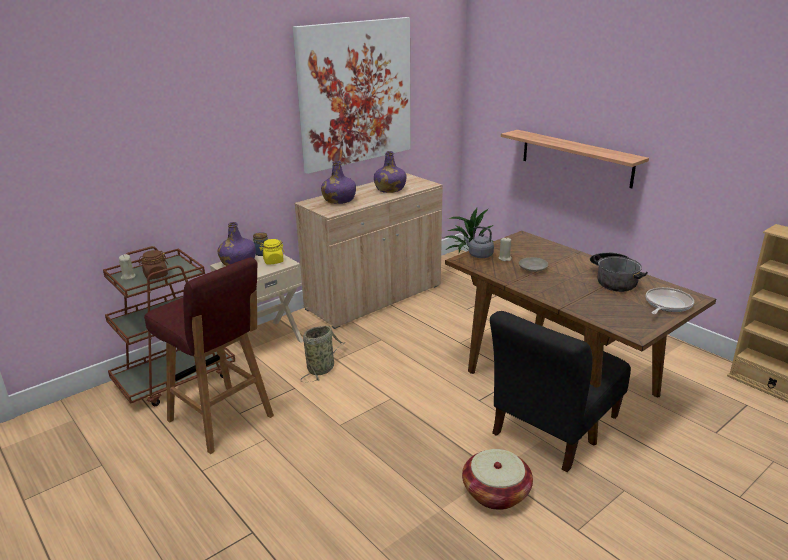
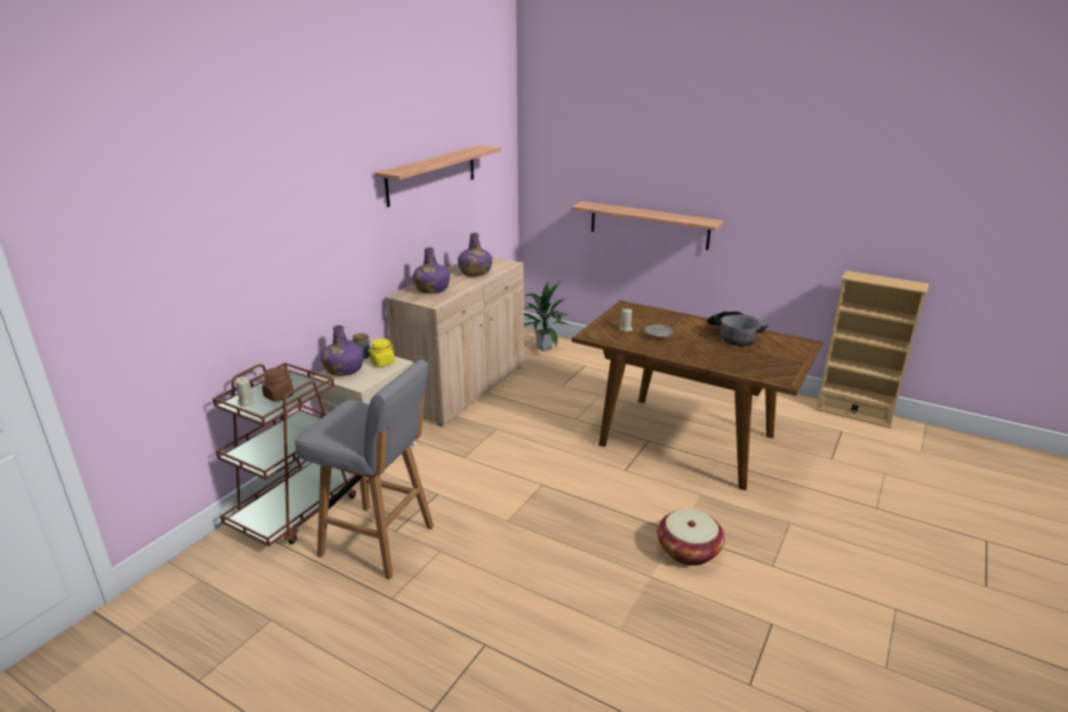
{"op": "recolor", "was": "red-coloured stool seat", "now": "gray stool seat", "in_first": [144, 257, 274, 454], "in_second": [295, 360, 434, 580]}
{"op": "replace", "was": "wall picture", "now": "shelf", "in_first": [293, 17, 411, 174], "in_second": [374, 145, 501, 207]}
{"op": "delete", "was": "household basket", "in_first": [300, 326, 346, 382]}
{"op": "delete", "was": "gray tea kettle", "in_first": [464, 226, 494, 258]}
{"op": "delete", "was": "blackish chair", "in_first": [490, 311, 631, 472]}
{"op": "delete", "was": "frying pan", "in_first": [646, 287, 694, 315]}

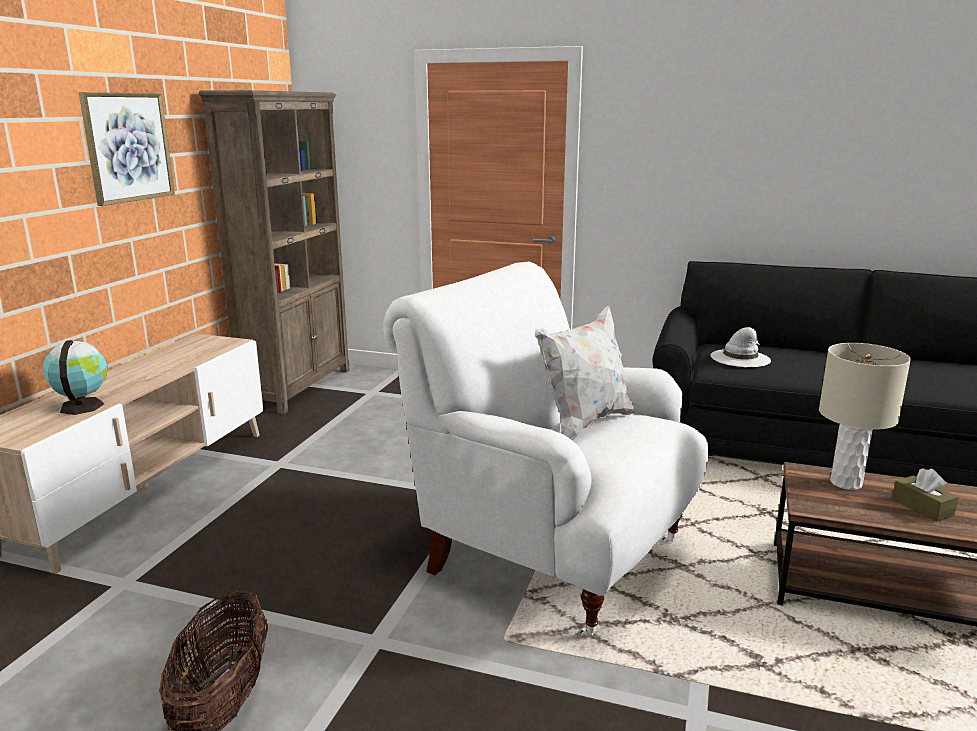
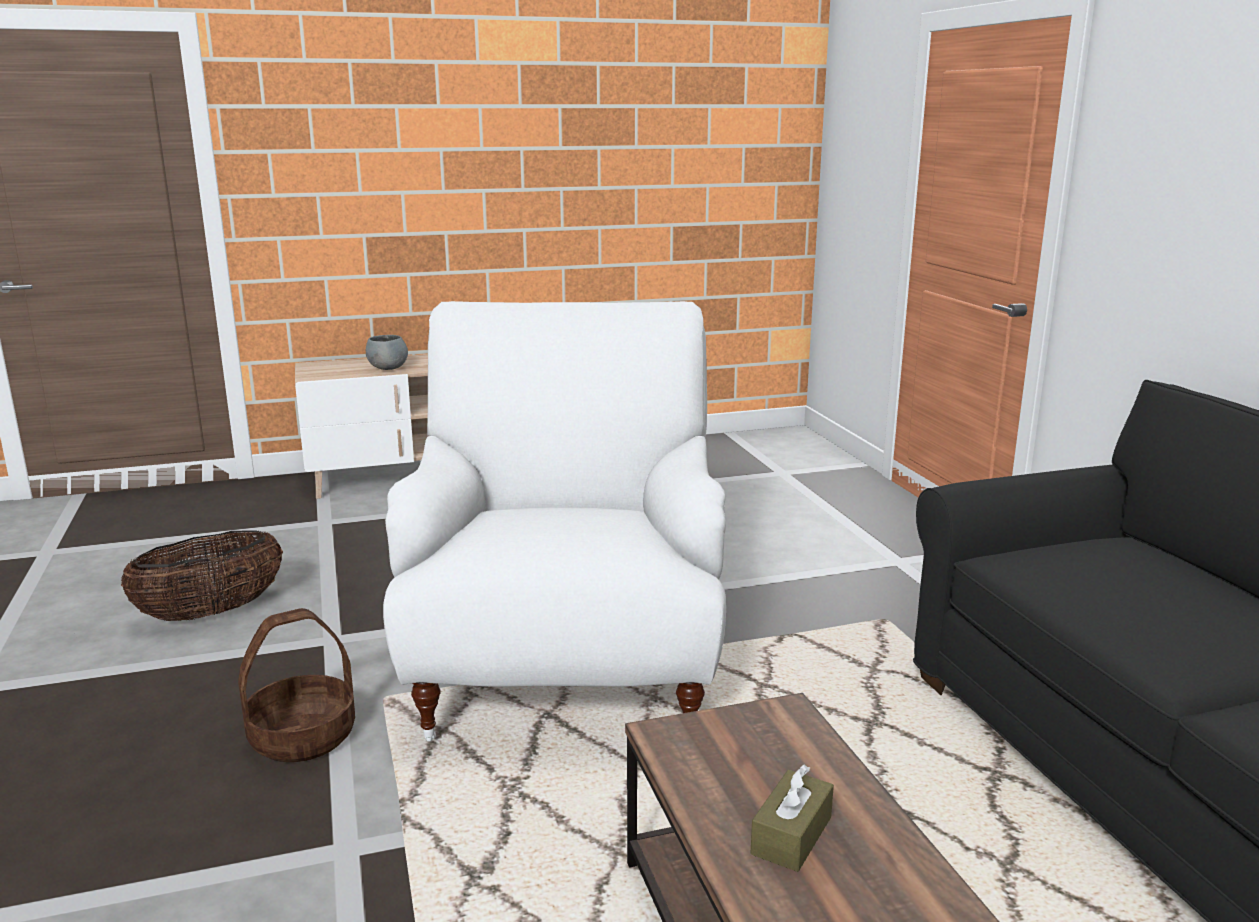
{"op": "insert", "now": "household basket", "in_second": [238, 608, 355, 762]}
{"op": "replace", "was": "desk globe", "now": "gray serving bowl", "in_first": [43, 340, 108, 415], "in_second": [366, 335, 408, 370]}
{"op": "delete", "was": "wall picture", "in_first": [79, 92, 175, 206]}
{"op": "delete", "was": "brown bookshelf", "in_first": [199, 90, 350, 414]}
{"op": "delete", "was": "whitish cushion", "in_first": [534, 306, 634, 441]}
{"op": "delete", "was": "whitish hat", "in_first": [710, 327, 771, 367]}
{"op": "delete", "was": "sand-coloured lamp for a table", "in_first": [819, 343, 911, 490]}

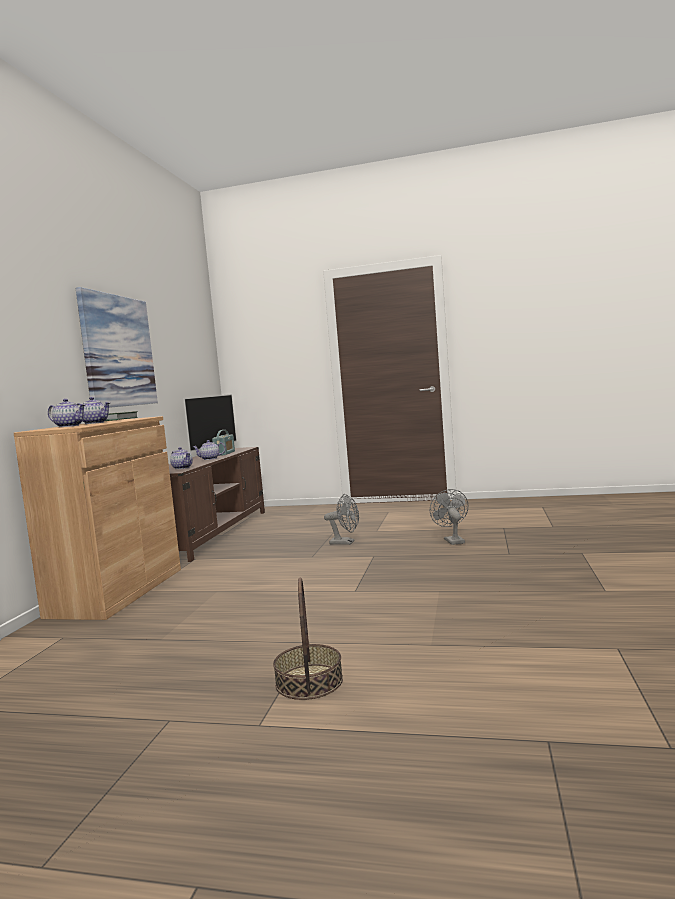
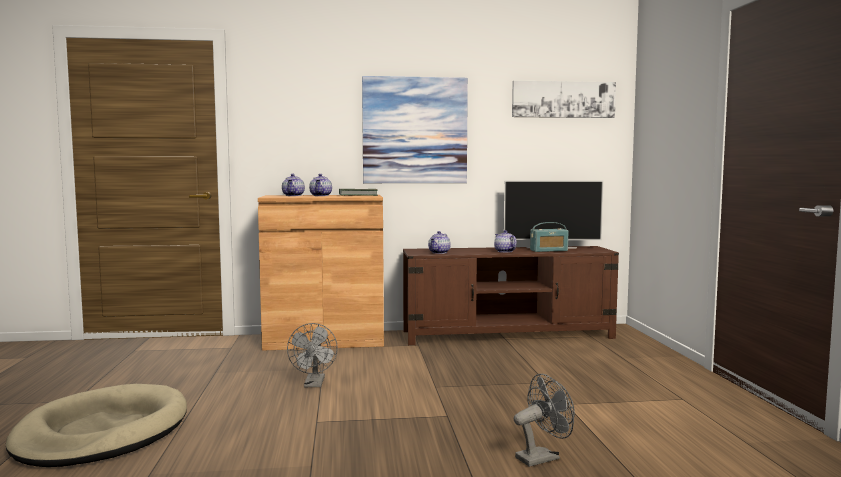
{"op": "replace", "was": "household basket", "now": "sand-coloured pet bed", "in_first": [273, 577, 343, 700], "in_second": [5, 384, 187, 467]}
{"op": "move", "was": "gray electric fan", "in_first": [324, 494, 359, 545], "in_second": [287, 323, 338, 387]}
{"op": "insert", "now": "wall picture", "in_second": [512, 81, 616, 118]}

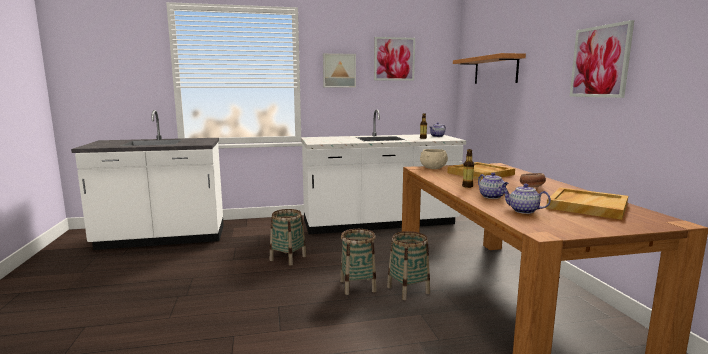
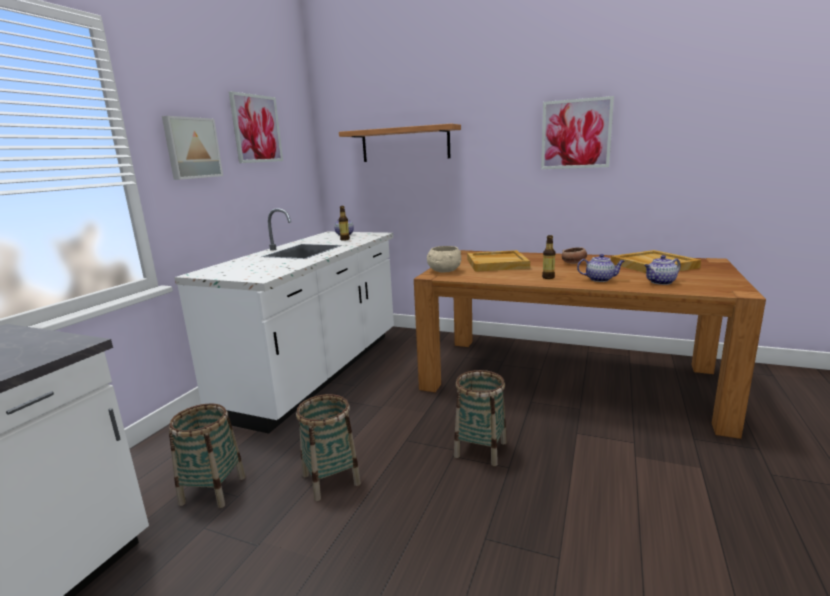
{"op": "move", "was": "household basket", "in_first": [387, 231, 430, 300], "in_second": [169, 403, 246, 508]}

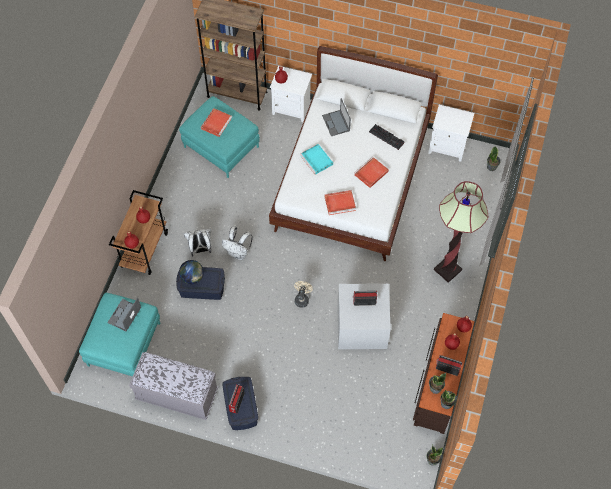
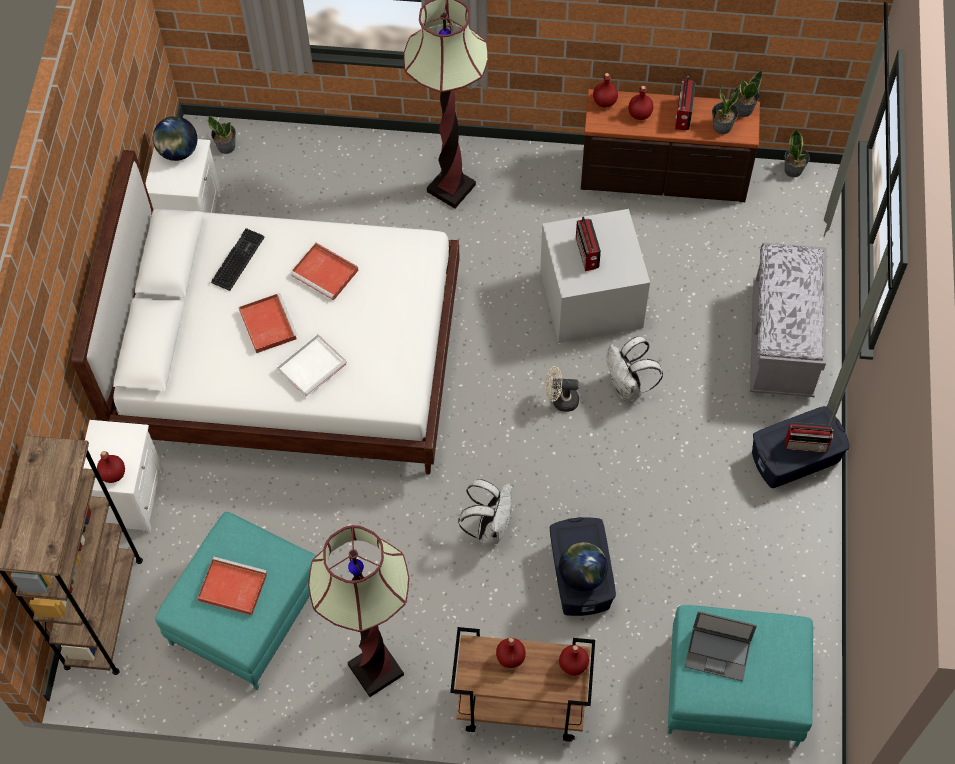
{"op": "insert", "now": "desk globe", "in_second": [153, 116, 197, 161]}
{"op": "move", "was": "red-coloured serving tray", "in_first": [324, 190, 356, 215], "in_second": [239, 293, 298, 353]}
{"op": "recolor", "was": "blue-green serving tray", "now": "whitish serving tray", "in_first": [300, 144, 333, 175], "in_second": [277, 334, 347, 397]}
{"op": "insert", "now": "standard lamp", "in_second": [308, 525, 409, 697]}
{"op": "move", "was": "whitish knapsack", "in_first": [184, 229, 212, 257], "in_second": [607, 336, 663, 401]}
{"op": "move", "was": "gray indoor bench", "in_first": [129, 352, 218, 420], "in_second": [750, 243, 827, 397]}
{"op": "delete", "was": "notebook computer", "in_first": [322, 98, 351, 136]}

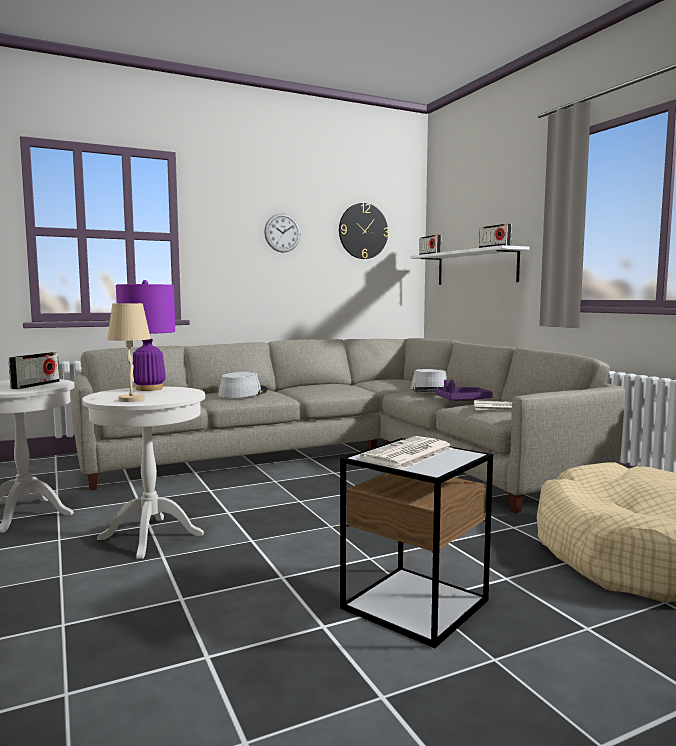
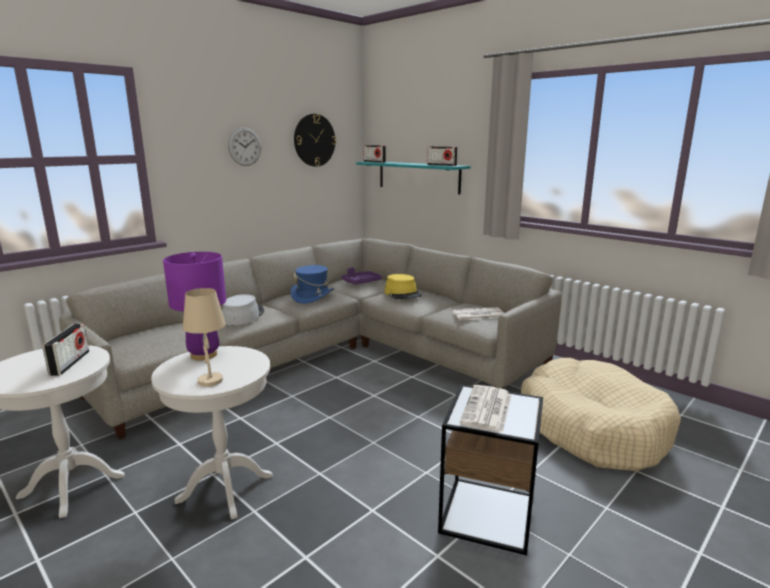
{"op": "insert", "now": "blue-coloured hat", "in_second": [290, 265, 334, 304]}
{"op": "move", "was": "purple serving tray", "in_first": [435, 380, 493, 401], "in_second": [342, 267, 382, 285]}
{"op": "recolor", "was": "whitish shelf", "now": "blue-green shelf", "in_first": [410, 245, 529, 285], "in_second": [356, 162, 470, 194]}
{"op": "recolor", "was": "gray hat", "now": "yellow-coloured hat", "in_first": [411, 369, 447, 392], "in_second": [384, 274, 422, 299]}

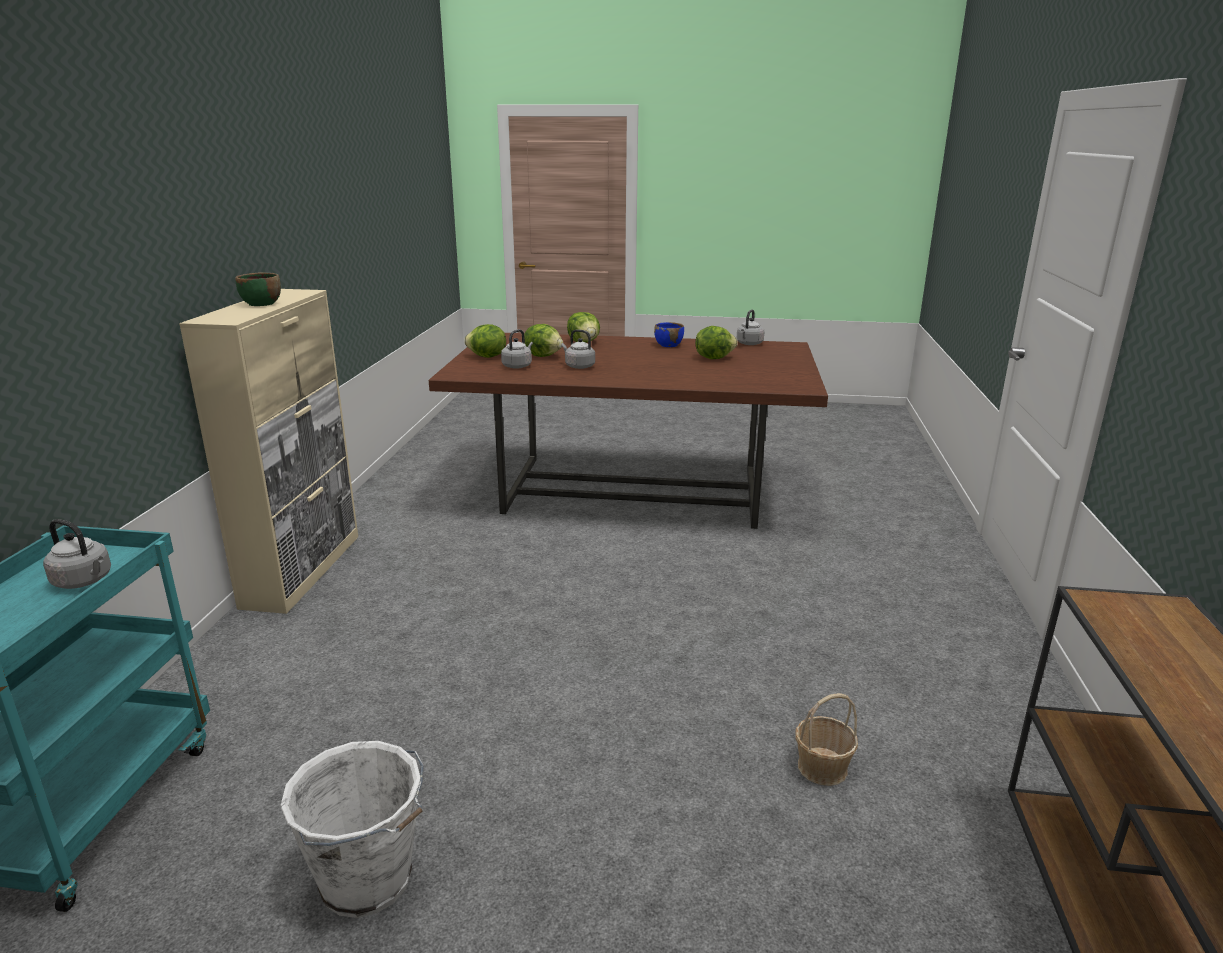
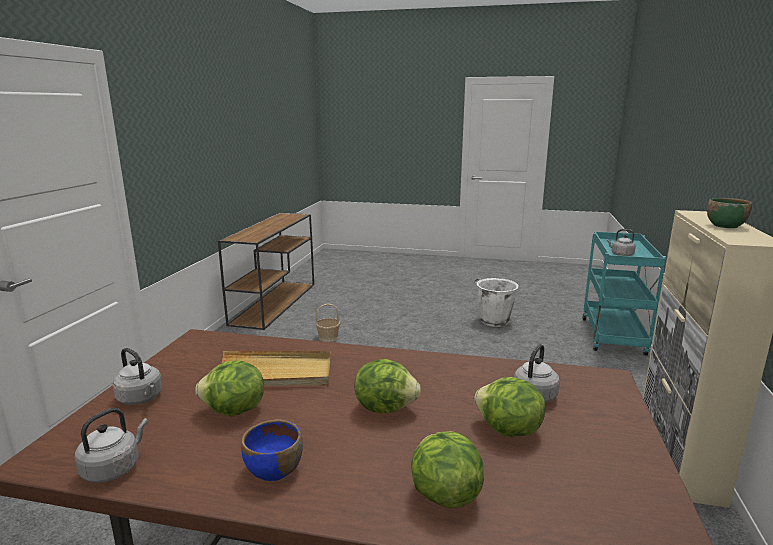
{"op": "move", "was": "gray tea kettle", "in_first": [561, 329, 595, 369], "in_second": [113, 348, 162, 405]}
{"op": "insert", "now": "sand-coloured serving tray", "in_second": [222, 351, 331, 385]}
{"op": "move", "was": "lettuce head", "in_first": [464, 324, 506, 358], "in_second": [355, 359, 421, 413]}

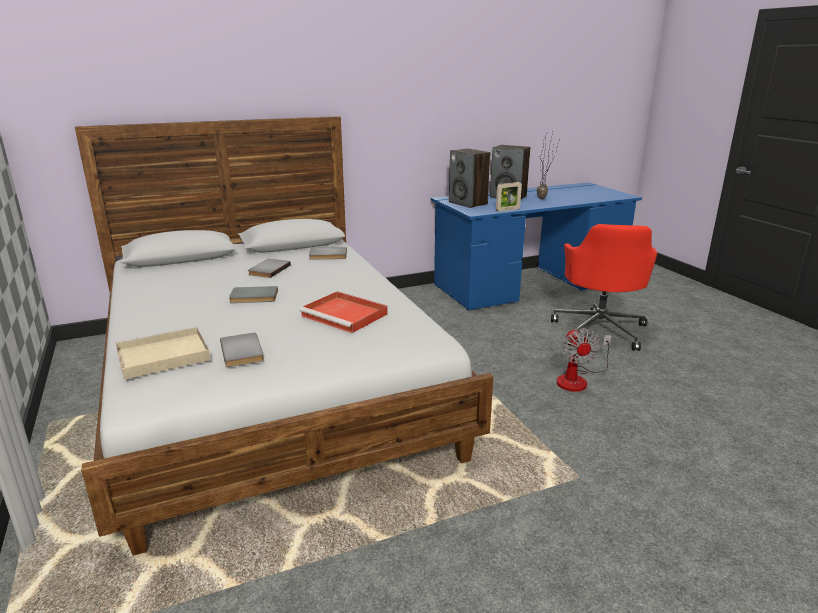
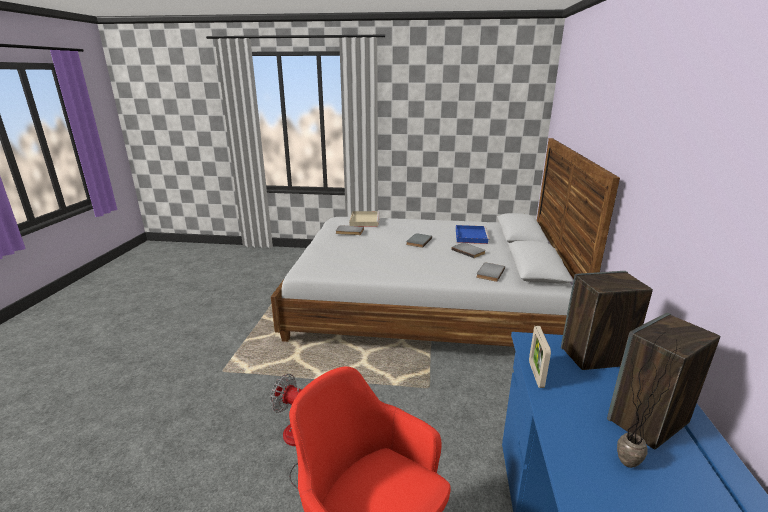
{"op": "insert", "now": "blue-coloured serving tray", "in_second": [456, 225, 490, 244]}
{"op": "delete", "was": "red-coloured serving tray", "in_first": [300, 291, 388, 333]}

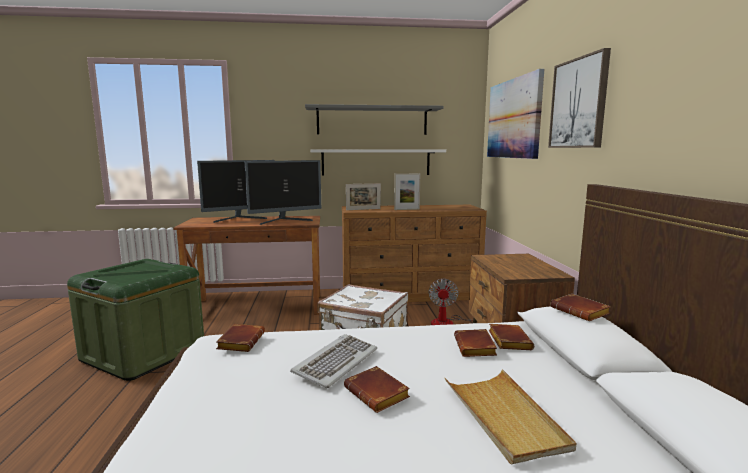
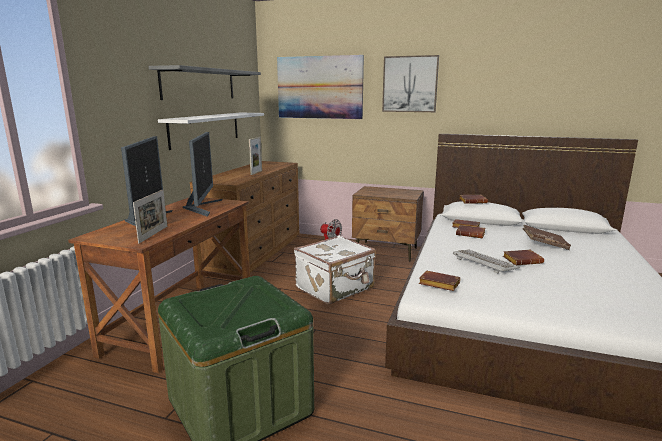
{"op": "move", "was": "standing frame", "in_first": [346, 183, 381, 210], "in_second": [133, 189, 167, 244]}
{"op": "replace", "was": "sand-coloured serving tray", "now": "brown bound book", "in_first": [445, 369, 576, 464], "in_second": [523, 225, 571, 250]}

